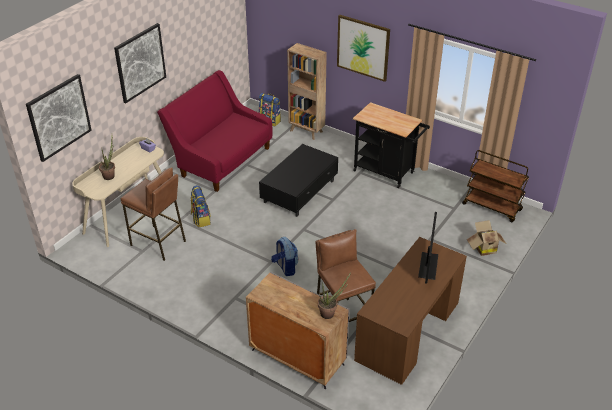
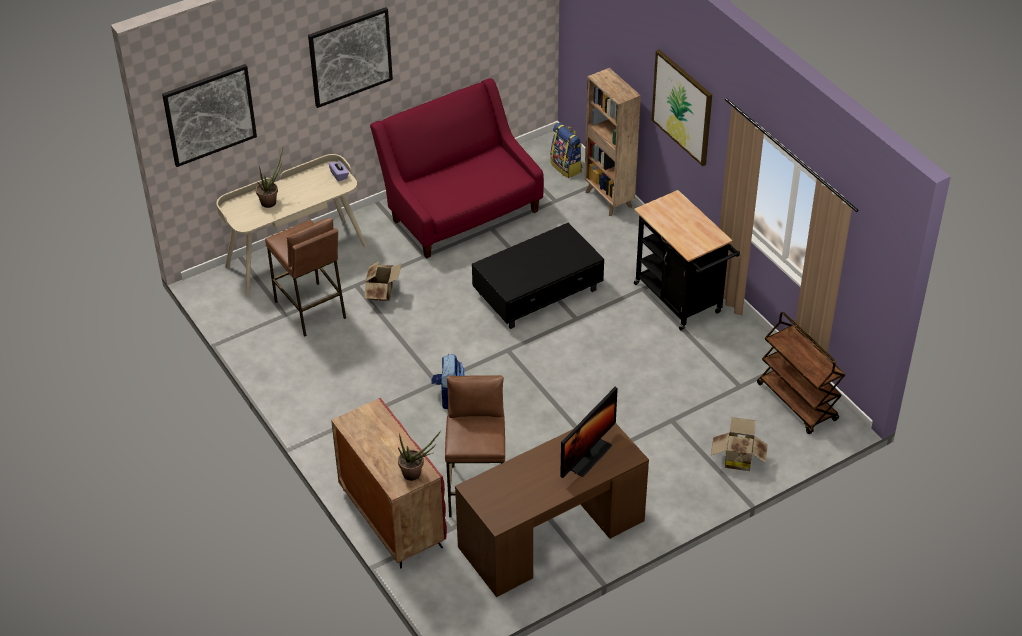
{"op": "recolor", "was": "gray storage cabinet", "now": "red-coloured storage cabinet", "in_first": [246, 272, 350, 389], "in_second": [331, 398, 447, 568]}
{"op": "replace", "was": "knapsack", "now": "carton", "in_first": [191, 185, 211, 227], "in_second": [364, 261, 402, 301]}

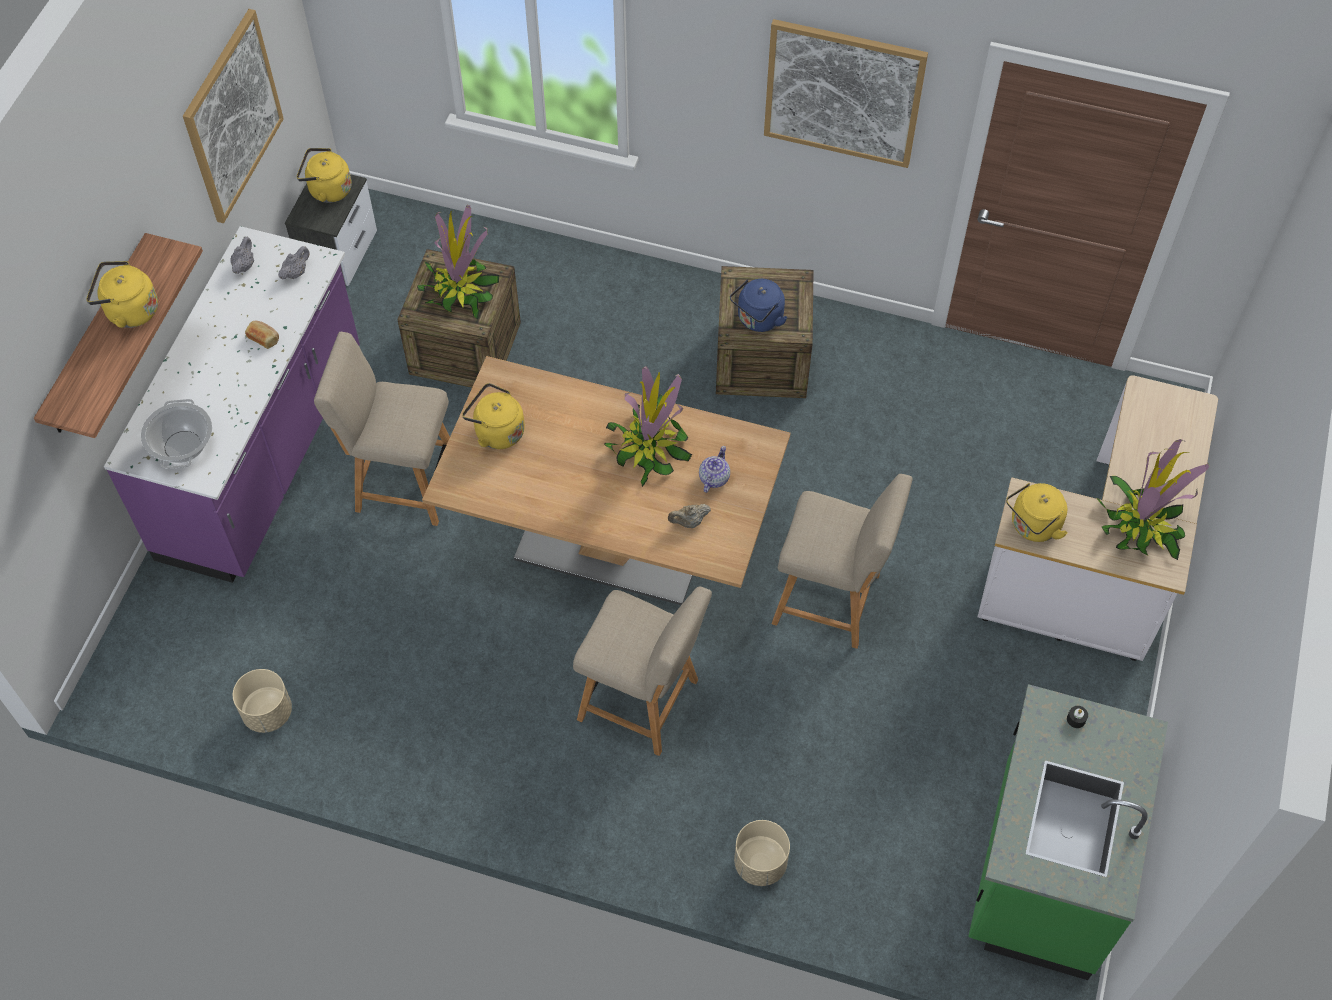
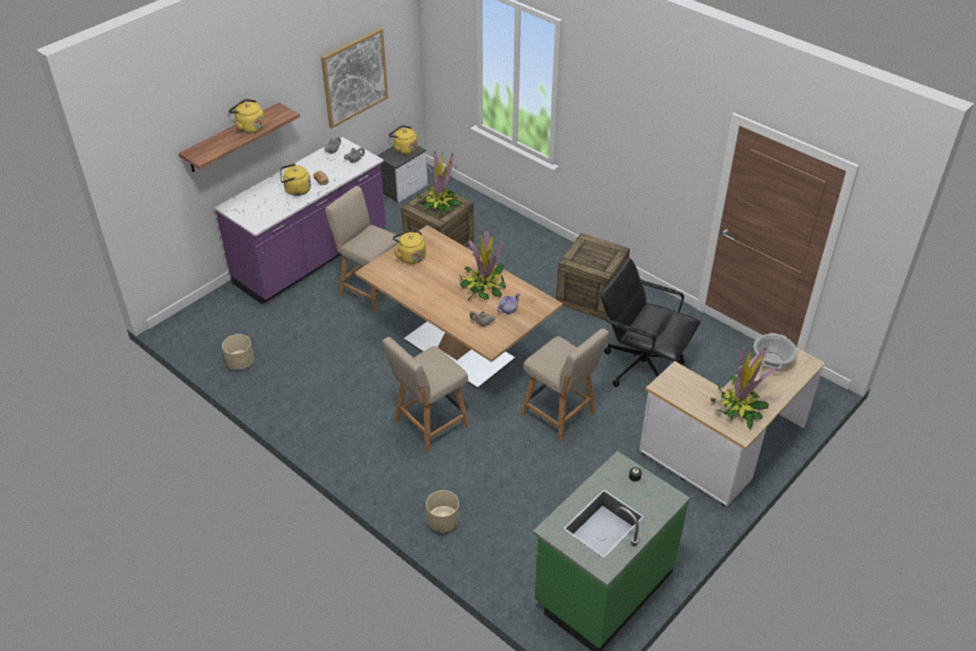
{"op": "move", "was": "yellow-coloured tea kettle", "in_first": [1006, 483, 1068, 542], "in_second": [280, 163, 311, 196]}
{"op": "rotate", "was": "sand-coloured chair", "in_first": [573, 586, 712, 756], "in_second": [382, 337, 470, 453], "clockwise": 90}
{"op": "insert", "now": "blackish computer chair", "in_second": [600, 257, 700, 387]}
{"op": "move", "was": "cooking pot", "in_first": [141, 399, 212, 469], "in_second": [754, 333, 797, 369]}
{"op": "delete", "was": "blue-coloured tea kettle", "in_first": [730, 279, 787, 332]}
{"op": "delete", "was": "wall picture", "in_first": [764, 19, 928, 168]}

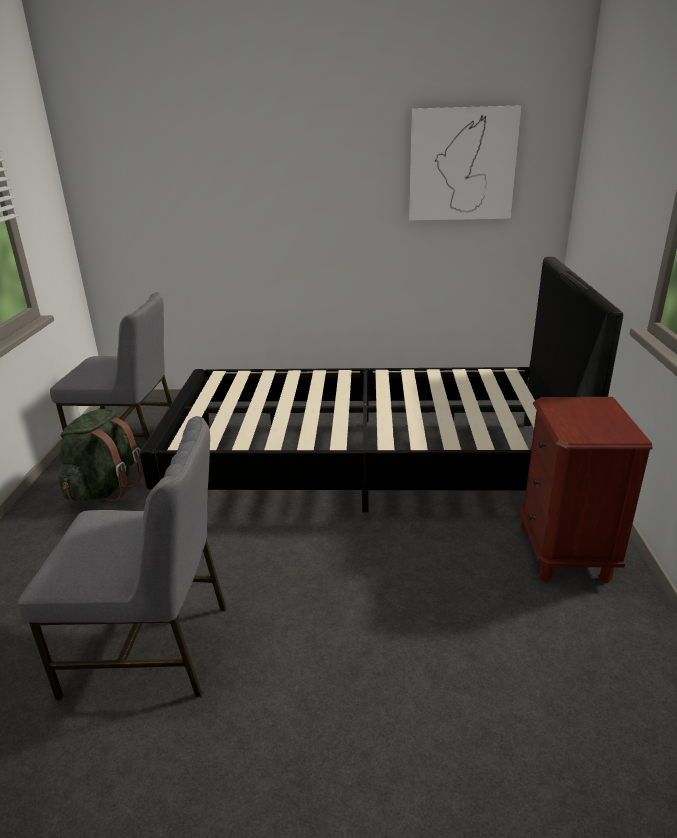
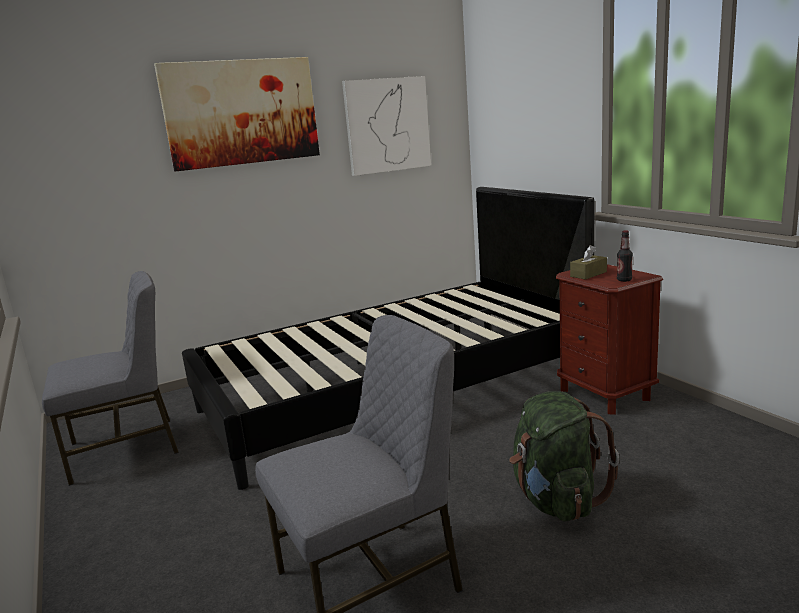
{"op": "insert", "now": "wall picture", "in_second": [154, 57, 320, 171]}
{"op": "move", "was": "greenish knapsack", "in_first": [58, 409, 143, 502], "in_second": [509, 391, 619, 522]}
{"op": "insert", "now": "brown tissue holder", "in_second": [570, 245, 607, 279]}
{"op": "insert", "now": "drink bottle", "in_second": [617, 230, 633, 282]}

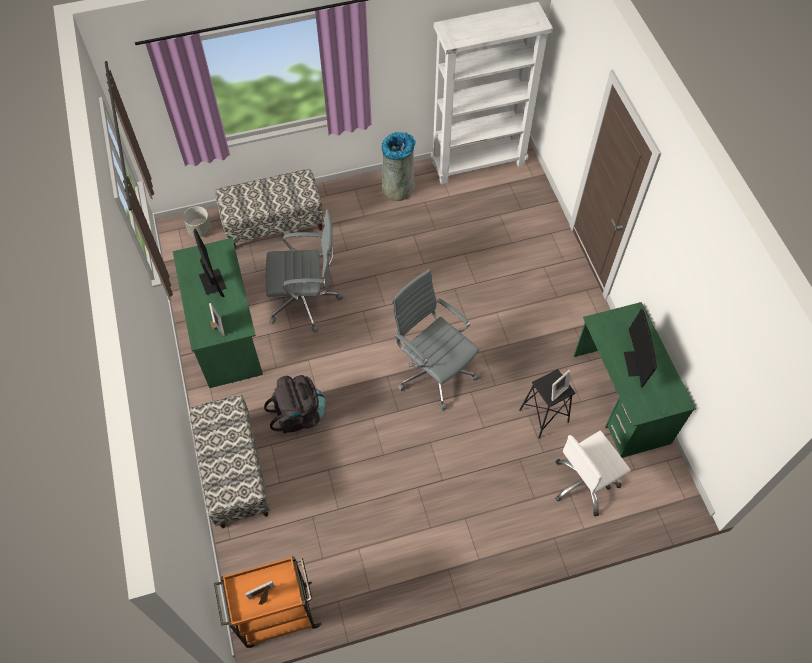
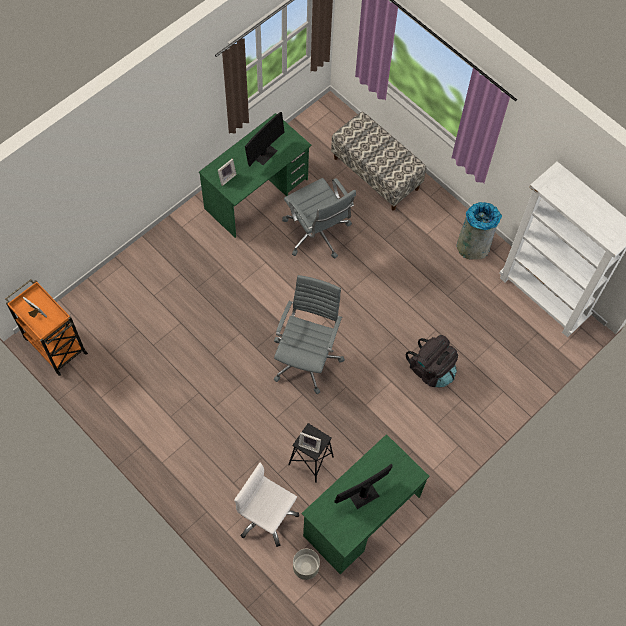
{"op": "move", "was": "gray planter", "in_first": [183, 206, 212, 237], "in_second": [293, 549, 320, 580]}
{"op": "move", "was": "blackish knapsack", "in_first": [264, 375, 326, 434], "in_second": [406, 335, 458, 387]}
{"op": "delete", "was": "indoor bench", "in_first": [189, 395, 270, 528]}

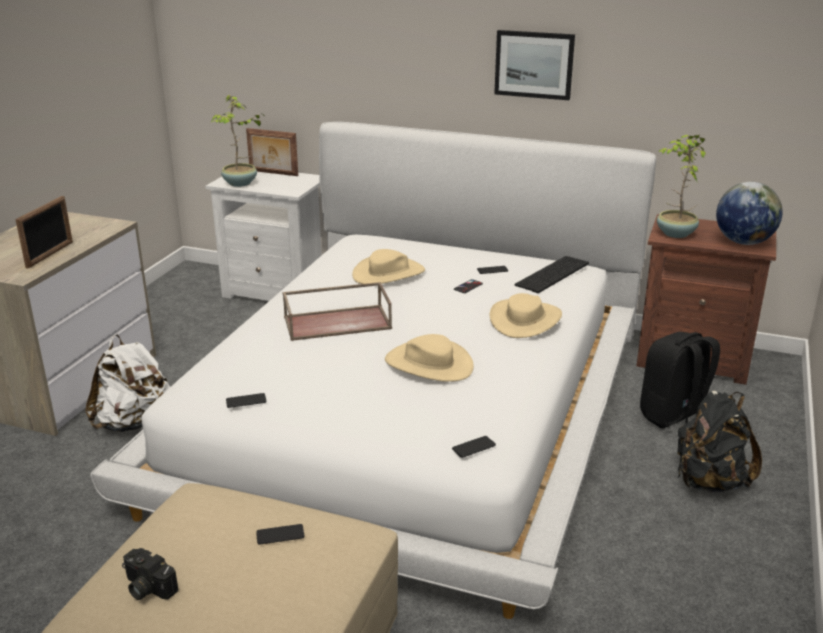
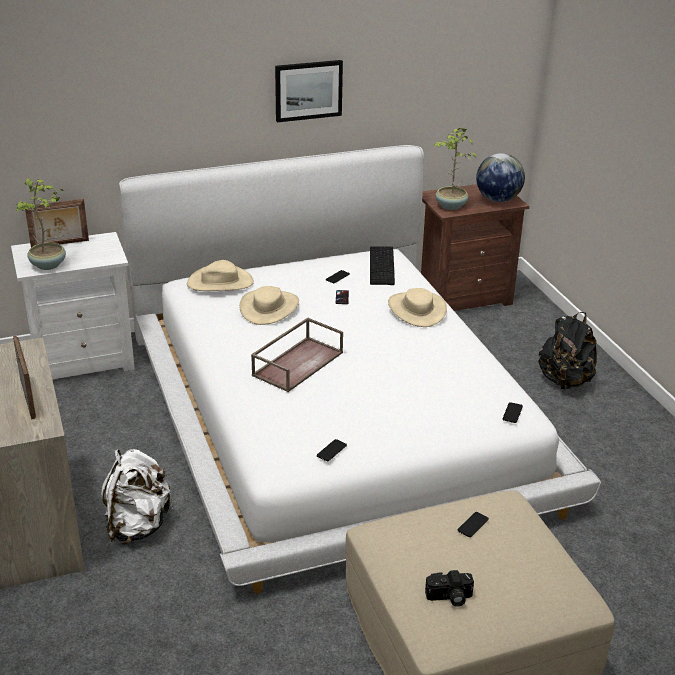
{"op": "move", "was": "sand-coloured hat", "in_first": [385, 334, 474, 382], "in_second": [187, 260, 254, 291]}
{"op": "delete", "was": "blackish knapsack", "in_first": [640, 332, 720, 428]}

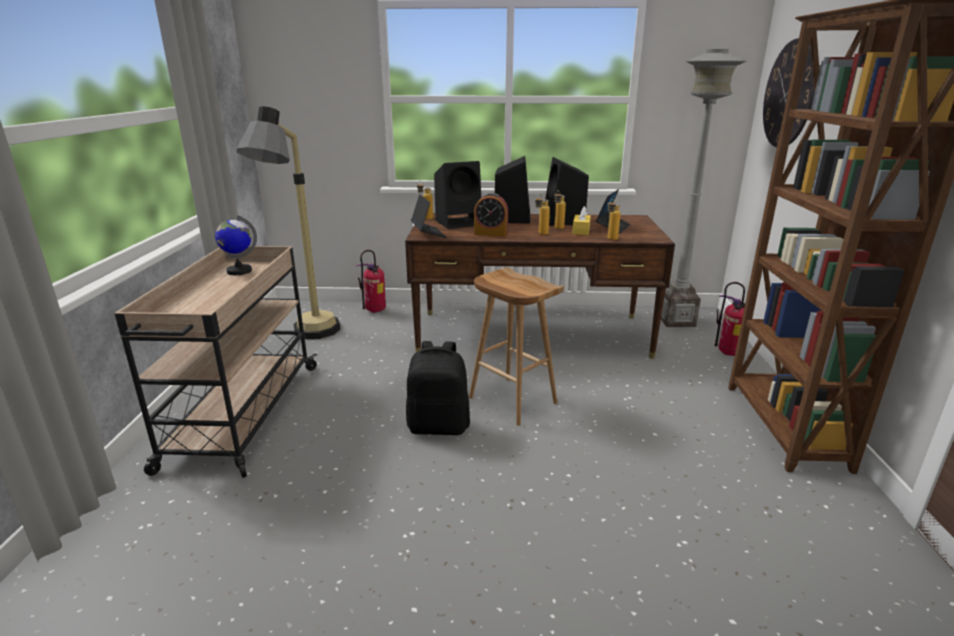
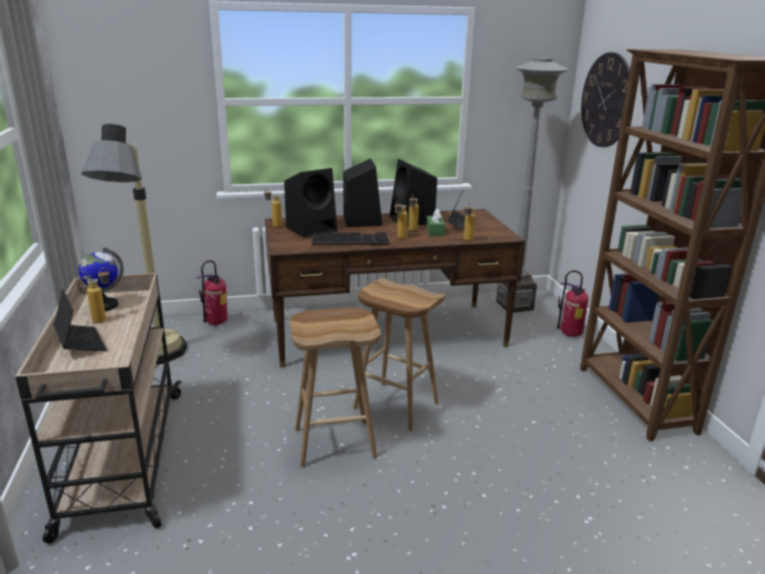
{"op": "move", "was": "notebook computer", "in_first": [411, 194, 447, 238], "in_second": [54, 288, 107, 351]}
{"op": "insert", "now": "drink bottle", "in_second": [87, 268, 109, 323]}
{"op": "replace", "was": "blackish knapsack", "now": "brown stool seat", "in_first": [406, 341, 470, 435], "in_second": [290, 308, 381, 468]}
{"op": "replace", "was": "bedside clock", "now": "keyboard", "in_first": [474, 193, 508, 236], "in_second": [312, 232, 389, 245]}
{"op": "recolor", "was": "yellow-coloured tissue holder", "now": "greenish tissue holder", "in_first": [572, 206, 591, 235], "in_second": [426, 208, 445, 237]}

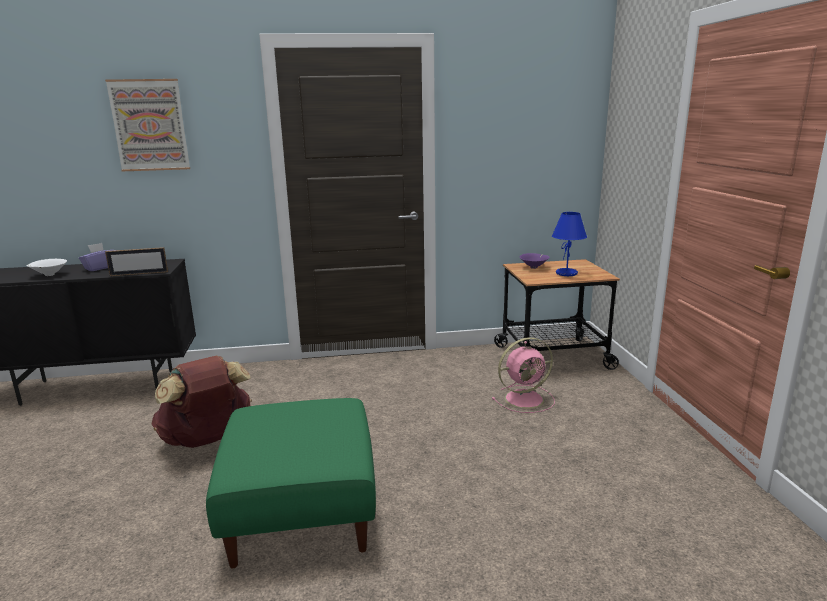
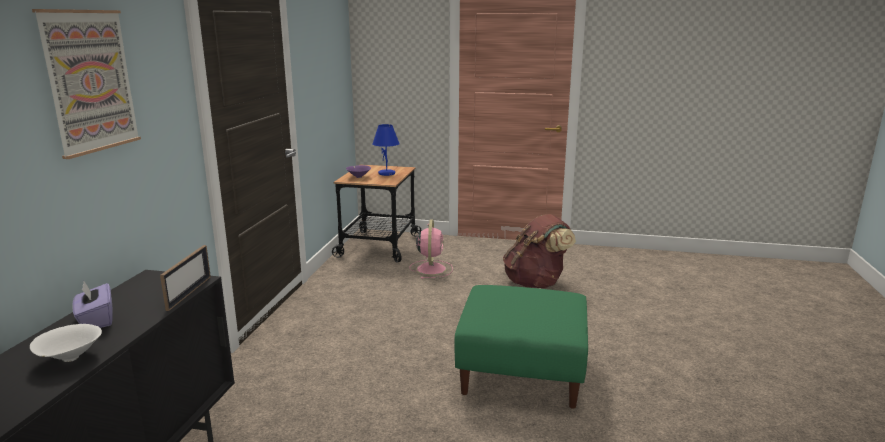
{"op": "move", "was": "brown knapsack", "in_first": [152, 356, 252, 448], "in_second": [503, 214, 576, 288]}

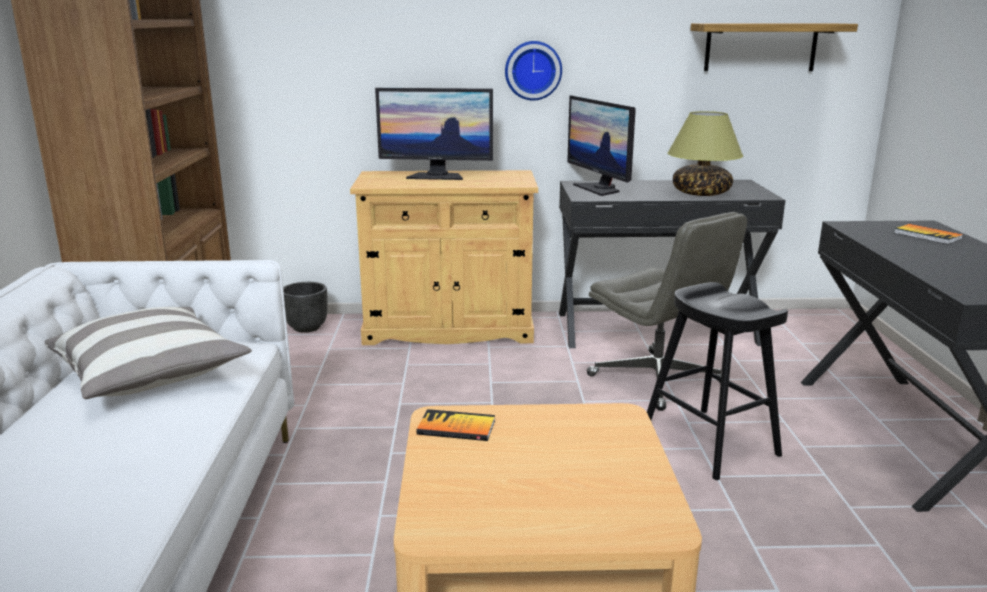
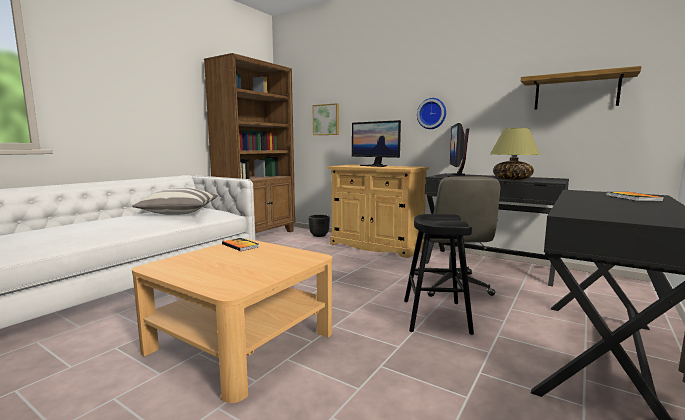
{"op": "insert", "now": "wall picture", "in_second": [313, 103, 339, 135]}

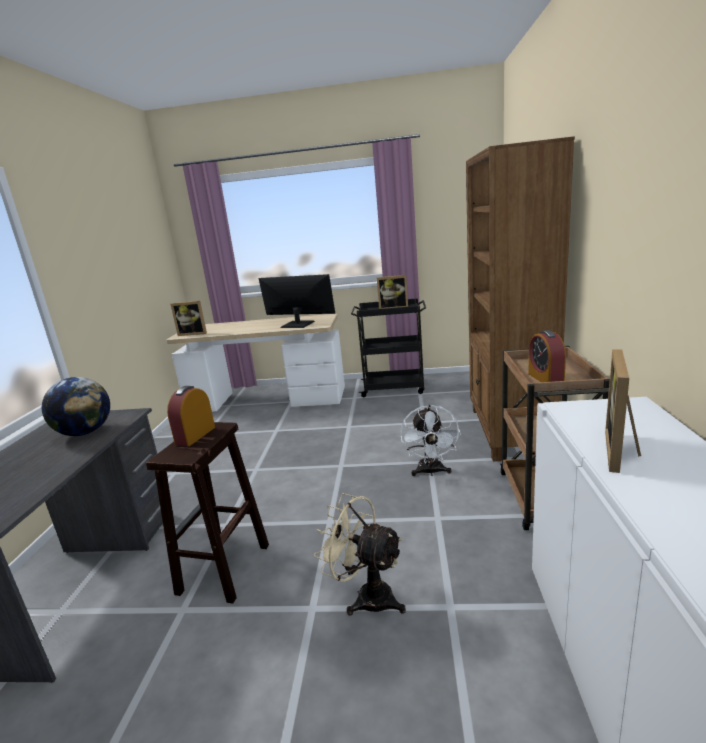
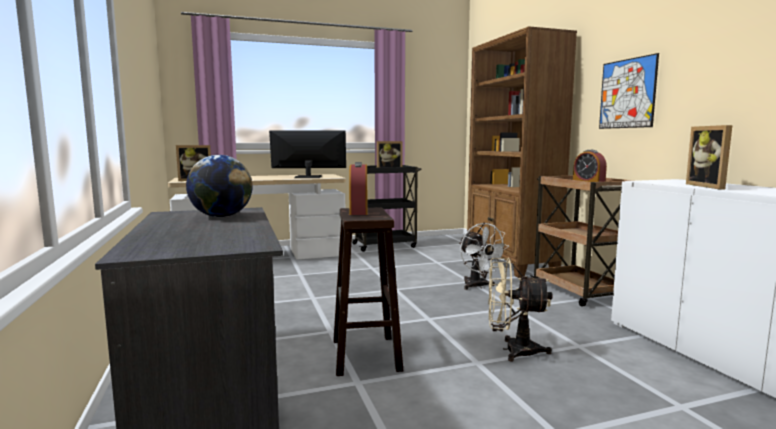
{"op": "insert", "now": "wall picture", "in_second": [599, 53, 659, 129]}

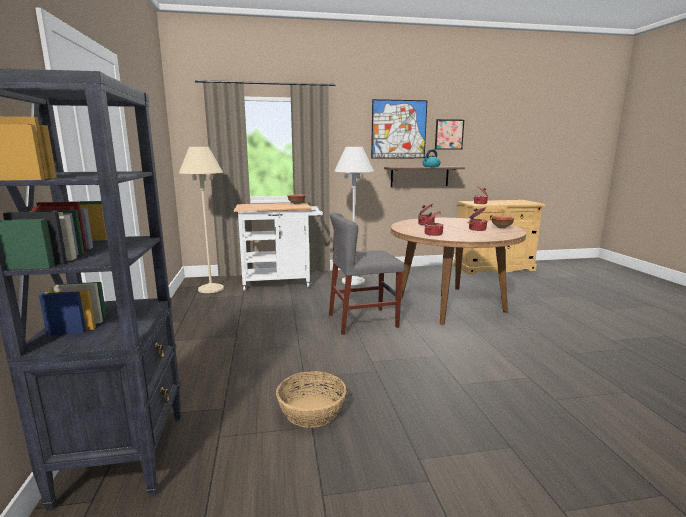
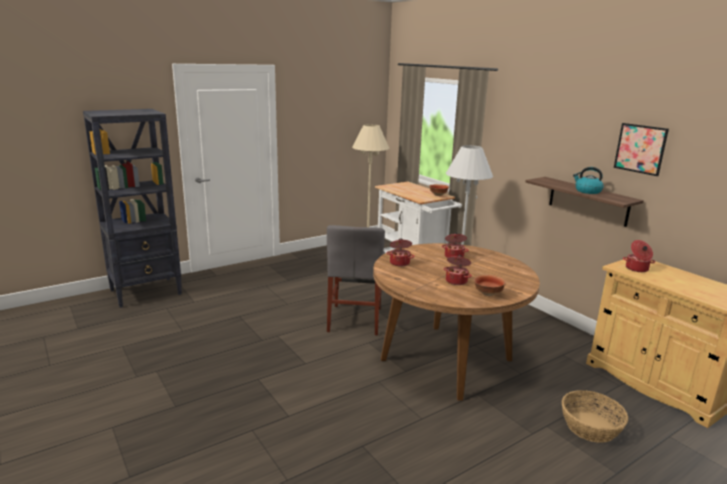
{"op": "rotate", "was": "gray chair", "in_first": [329, 212, 405, 335], "in_second": [327, 225, 385, 335], "clockwise": -135}
{"op": "move", "was": "household basket", "in_first": [276, 371, 346, 428], "in_second": [562, 390, 628, 443]}
{"op": "delete", "was": "wall picture", "in_first": [371, 99, 427, 159]}

